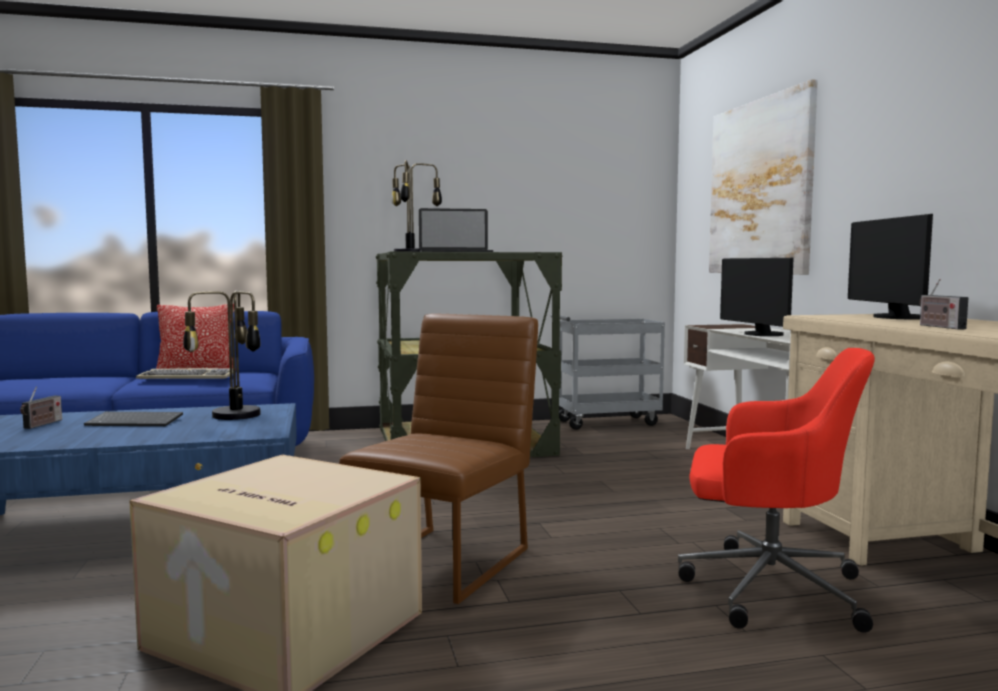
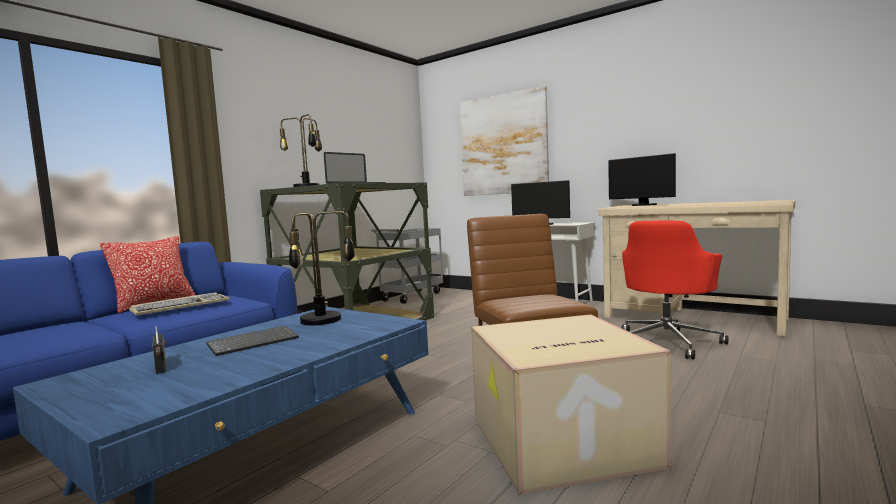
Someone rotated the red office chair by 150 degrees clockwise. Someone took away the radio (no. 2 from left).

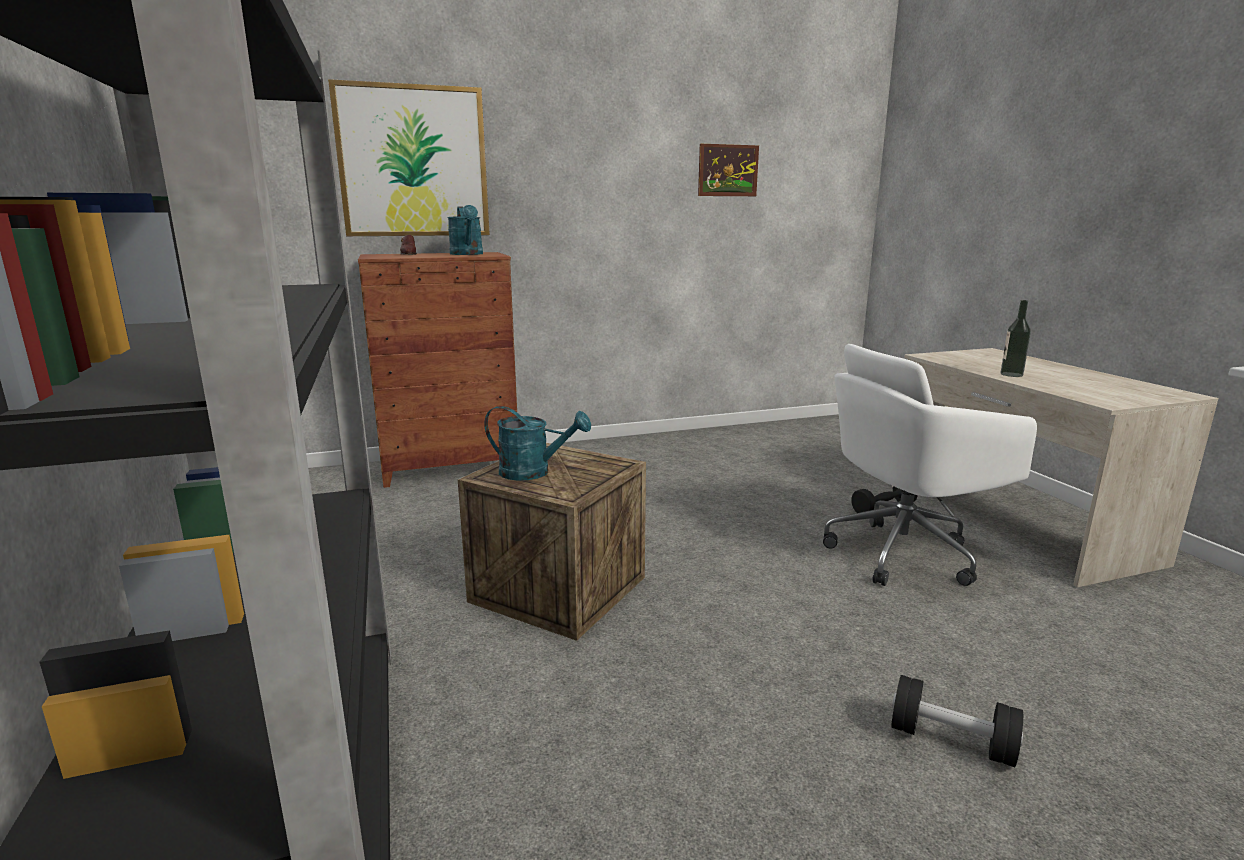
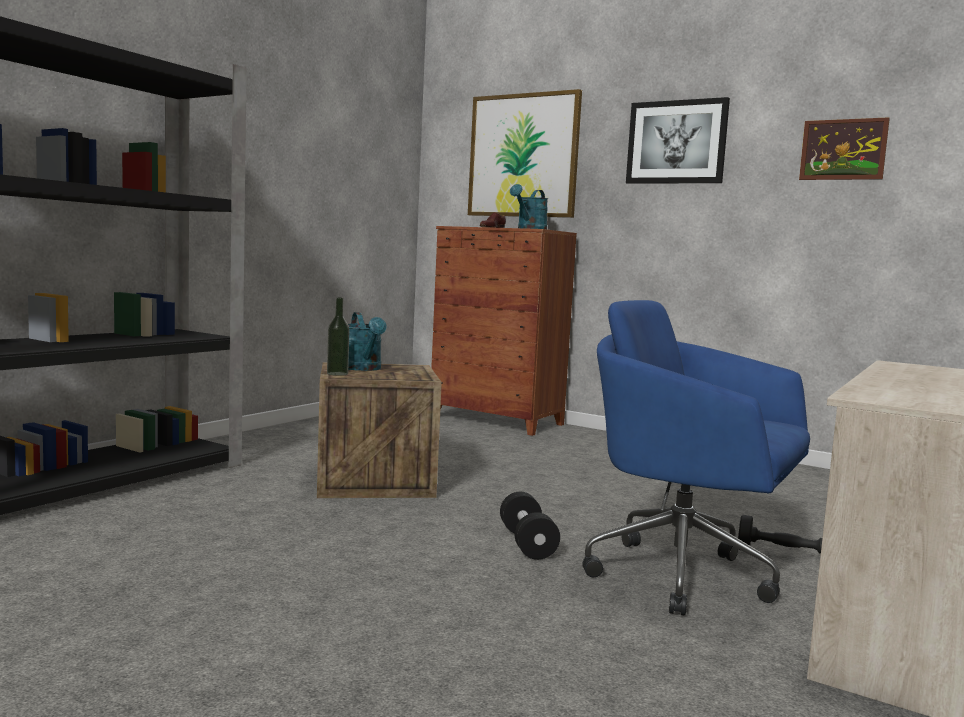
Someone repainted the white office chair, which became the blue office chair. Someone carried the black dumbbell (no. 2 from left in the first image). Someone carried the bottle. Someone put up the picture (no. 2 from left).

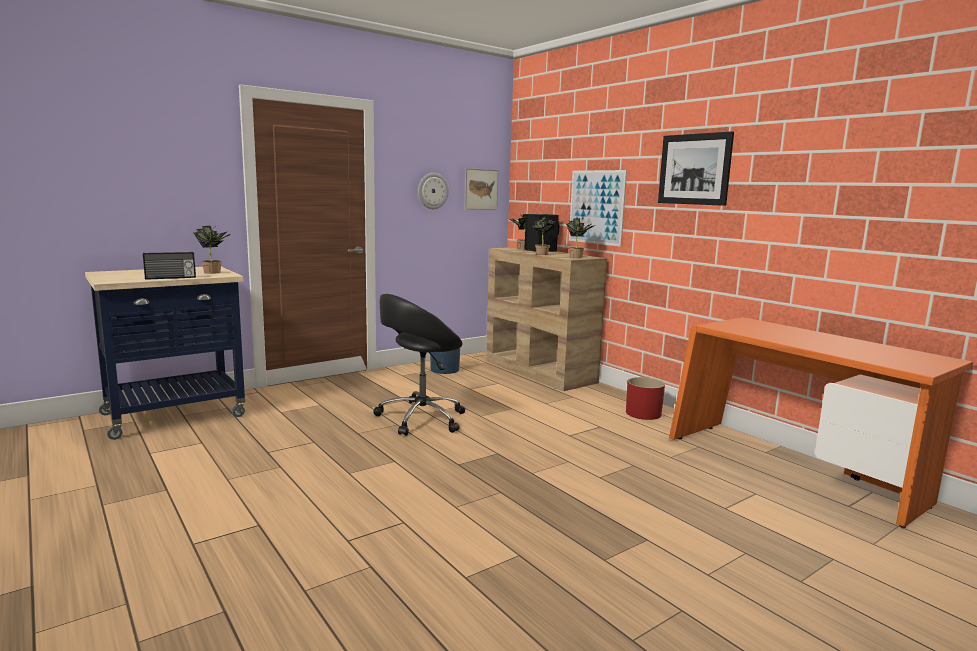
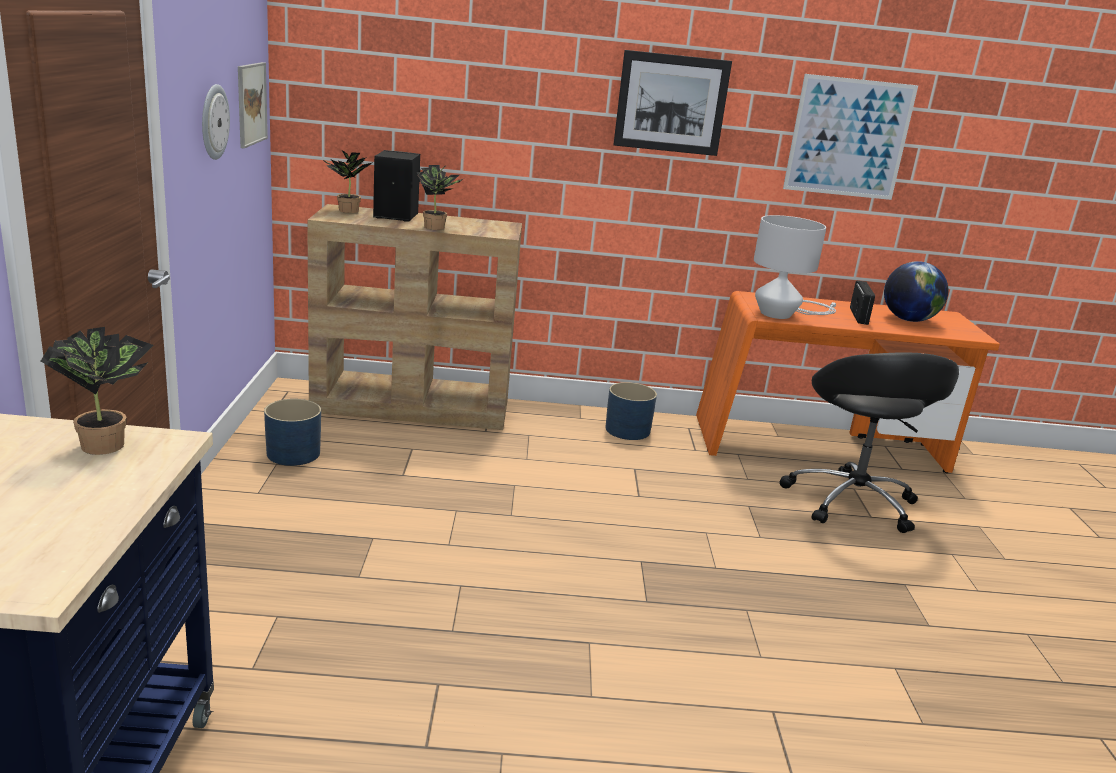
Someone carried the radio. Someone carried the black office chair. Someone took away the potted plant (no. 4 from left). Someone carried the picture (no. 2 from left in the first image). Someone repainted the red planter, which became the blue planter (no. 2 from left). Someone put down the white table lamp. Someone put down the globe.

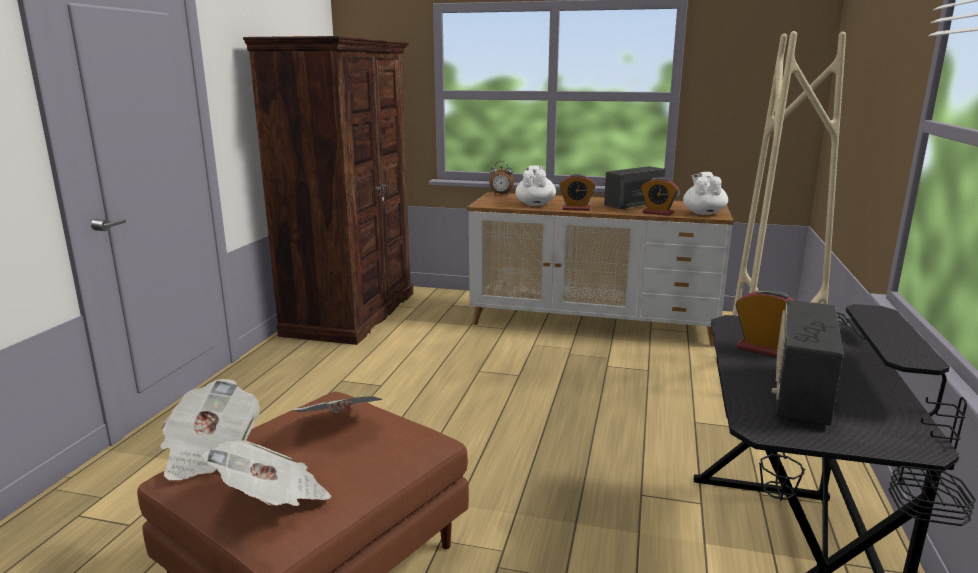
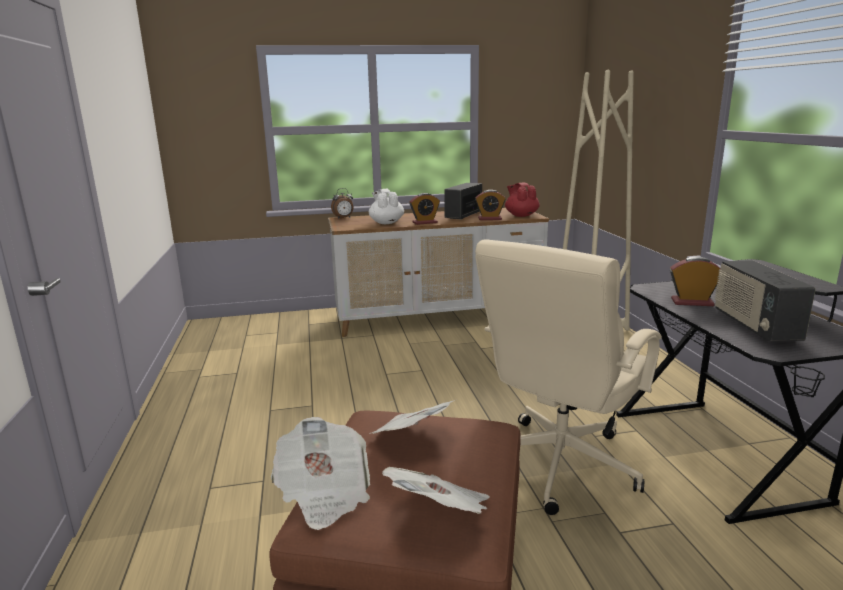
Someone took away the brown wardrobe. Someone repainted the white teapot (no. 2 from left), which became the red teapot. Someone put down the beige office chair.

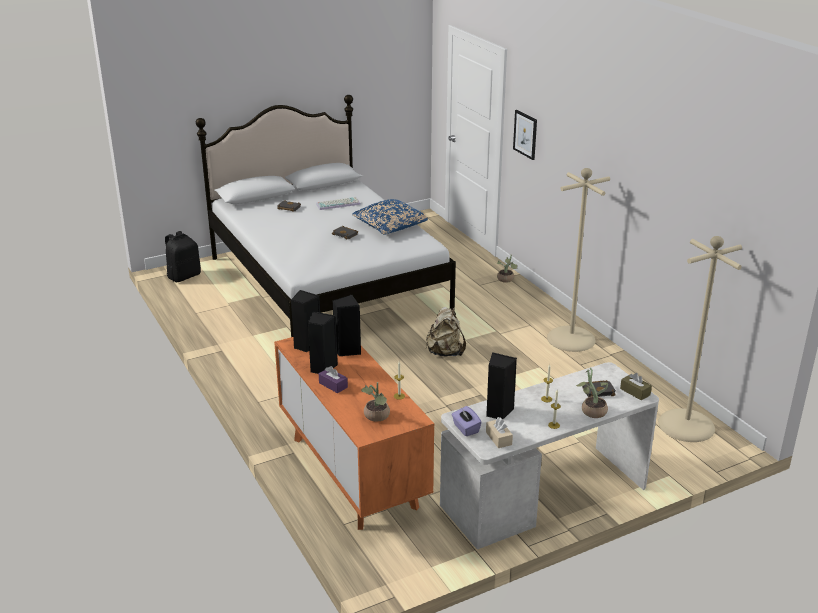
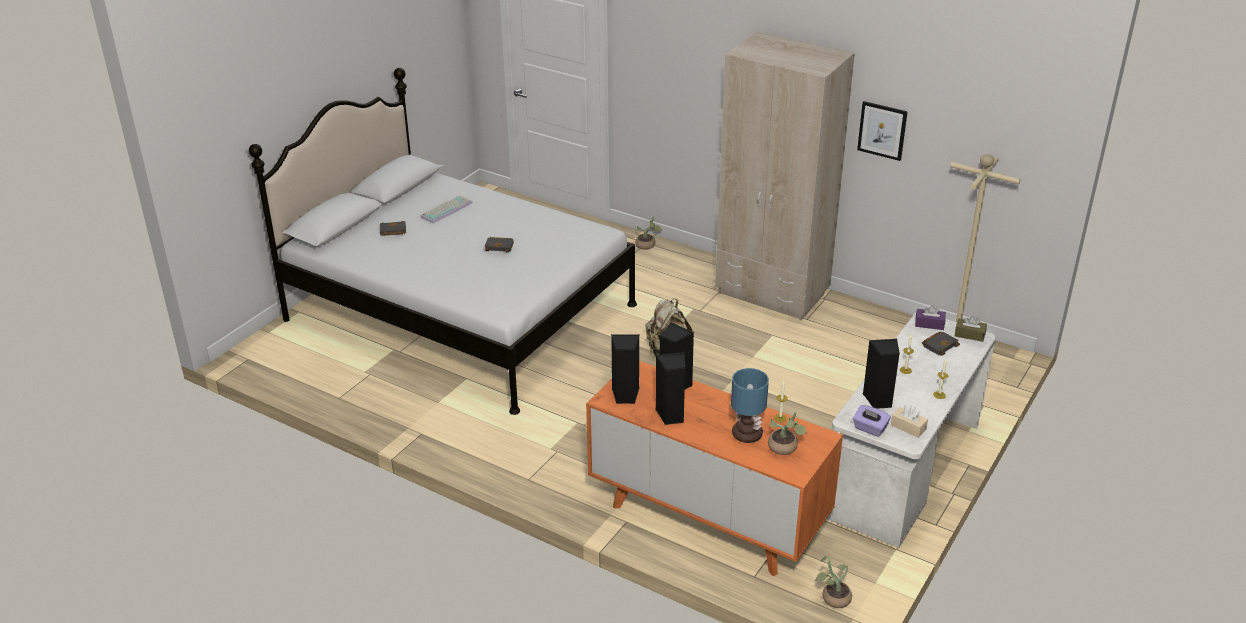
Someone took away the black backpack. Someone carried the purple tissue box (no. 1 from left in the first image). Someone took away the blue pillow. Someone carried the picture. Someone swapped the beige clothes rack (no. 1 from left) for the beige wardrobe. Someone carried the potted plant (no. 3 from left). Someone put down the table lamp.

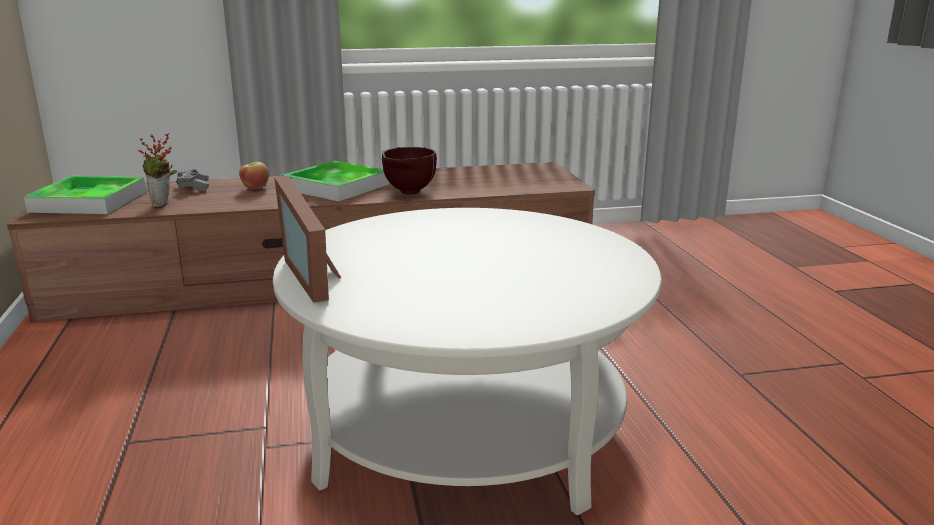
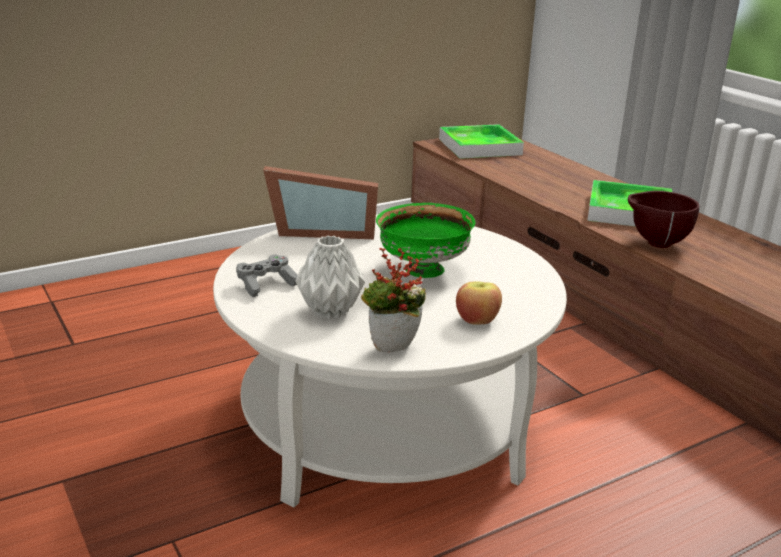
Someone carried the potted plant. Someone carried the grey game controller. Someone carried the apple. Someone rotated the picture frame by 135 degrees counterclockwise. Someone put down the grey vase. Someone put down the green bowl.

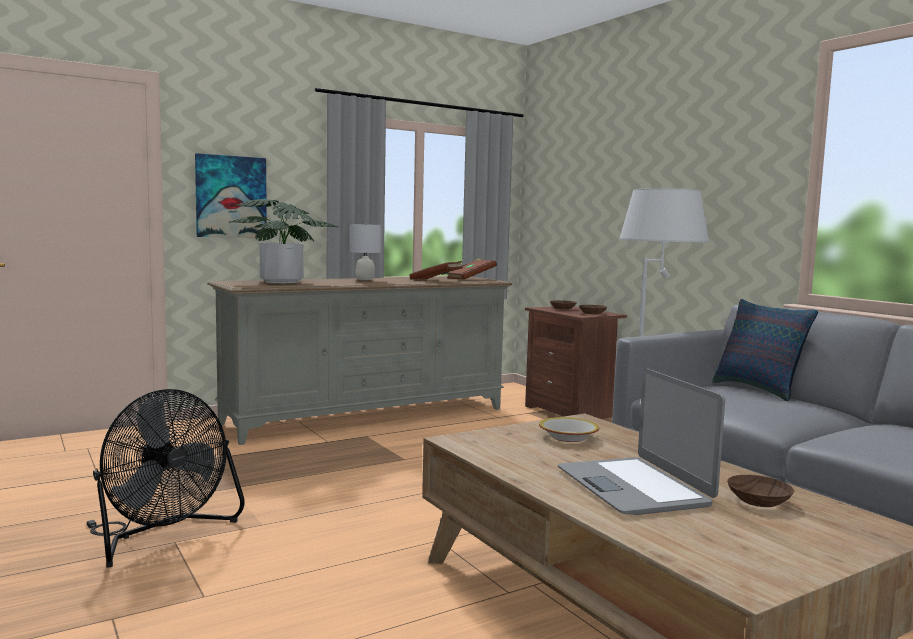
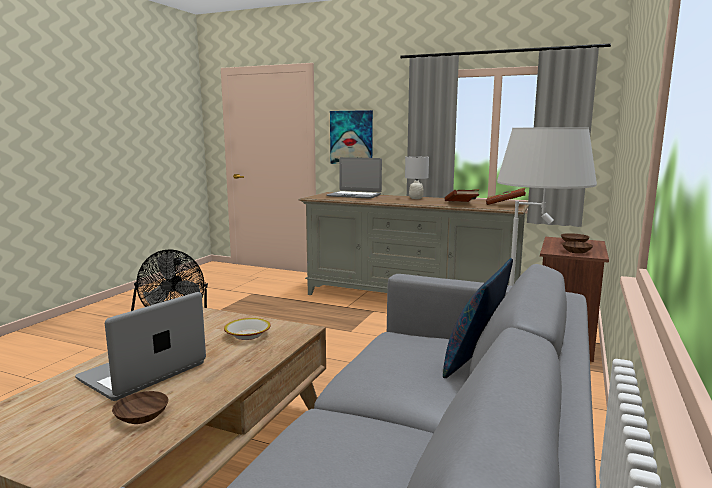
Someone swapped the potted plant for the laptop (no. 2 from left).

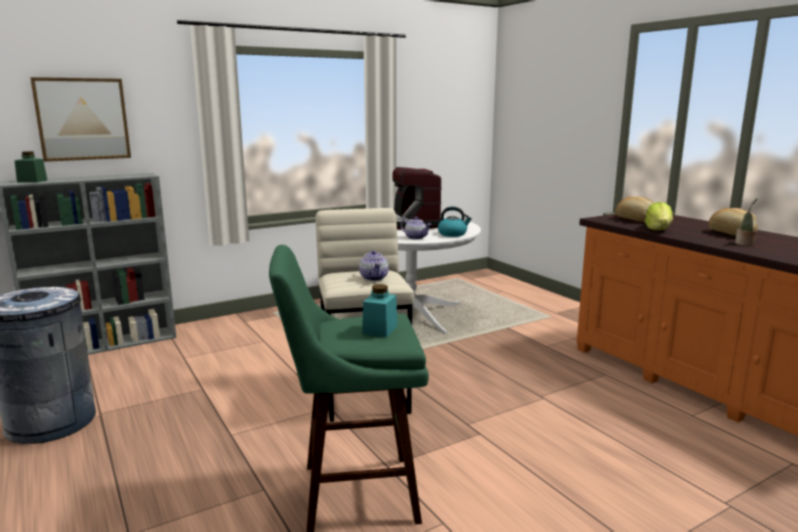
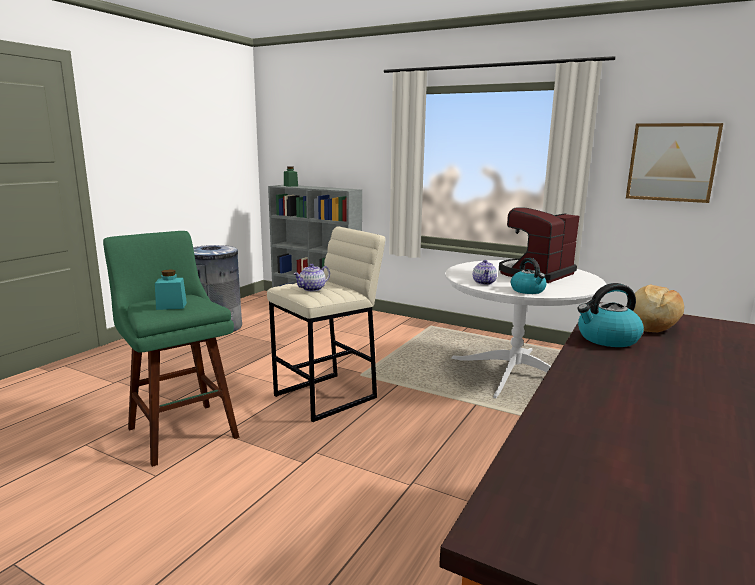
Someone carried the picture. Someone swapped the lettuce for the kettle (no. 2 from left). Someone took away the bread (no. 2 from left). Someone took away the potted plant.

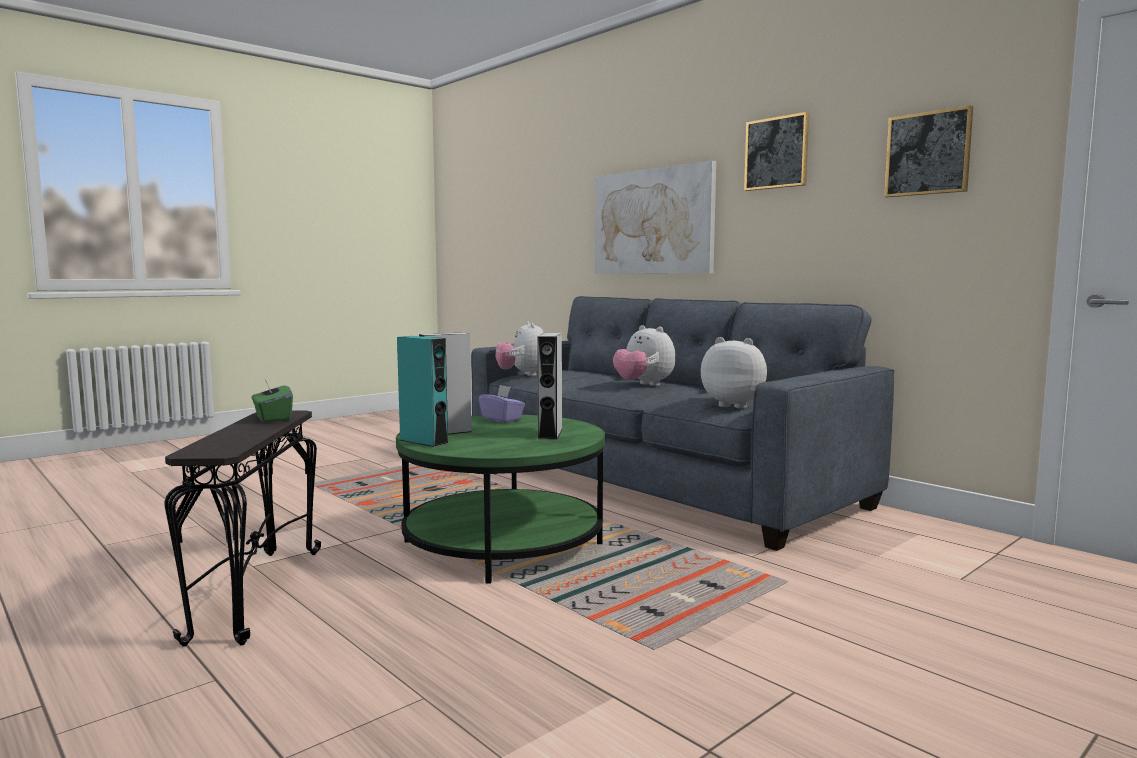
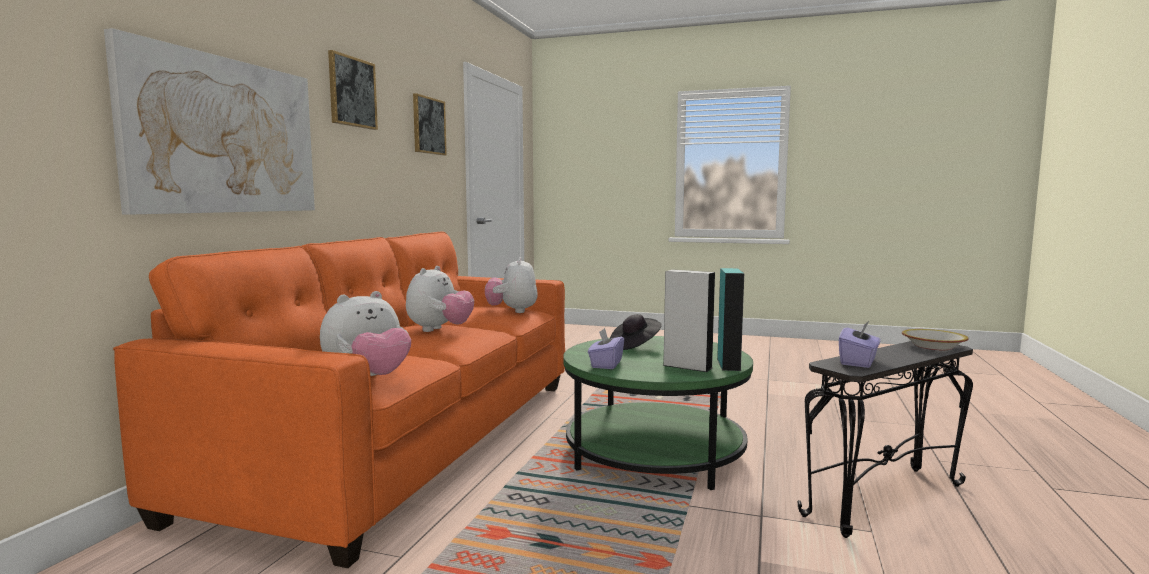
Someone repainted the green tissue box, which became the purple tissue box (no. 2 from left). Someone repainted the grey sofa, which became the orange sofa. Someone swapped the grey speaker (no. 2 from left) for the black hat. Someone put down the bowl.

